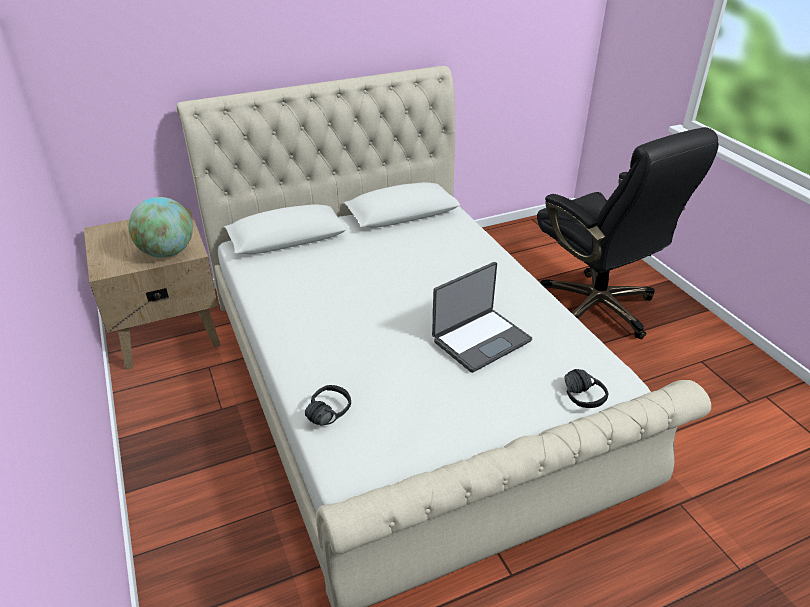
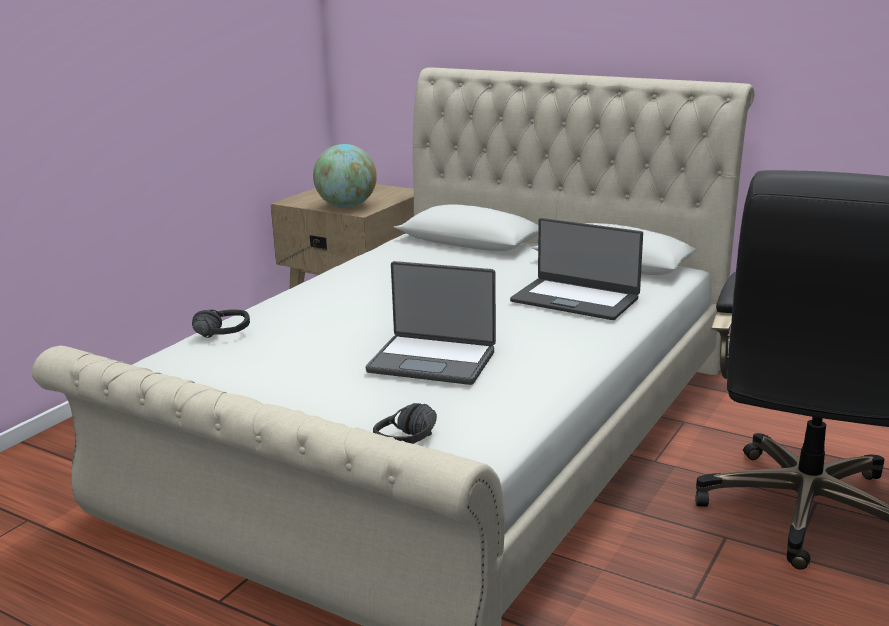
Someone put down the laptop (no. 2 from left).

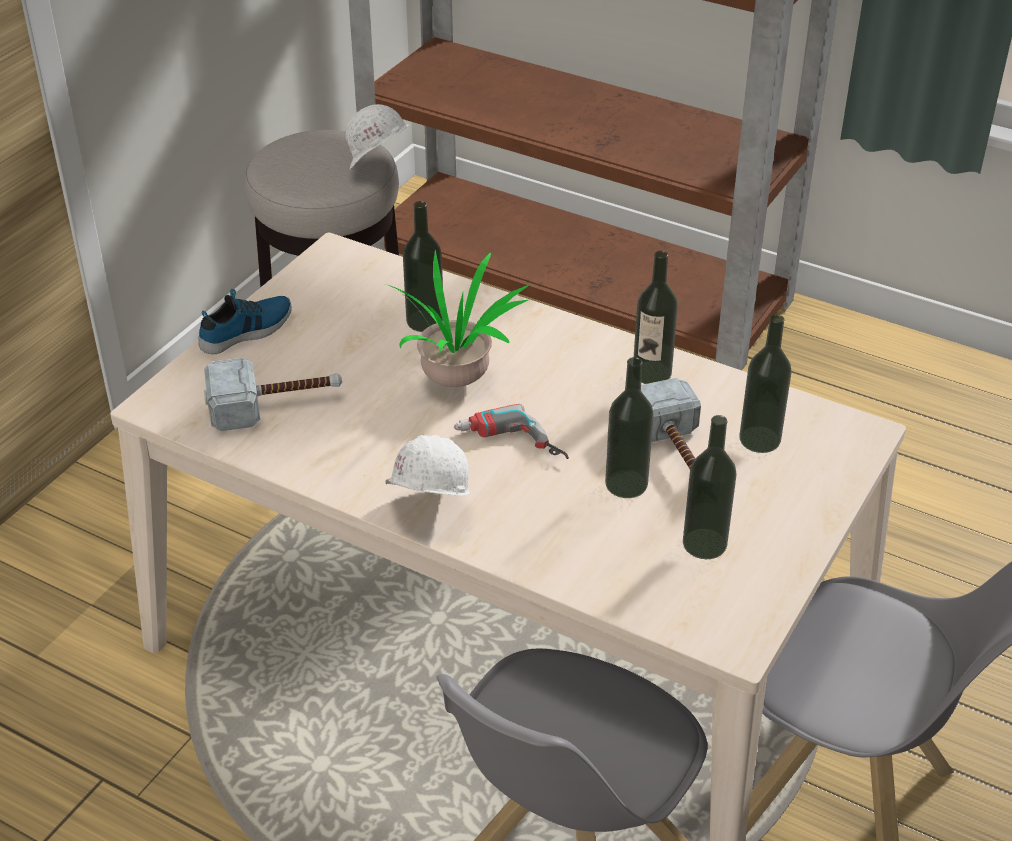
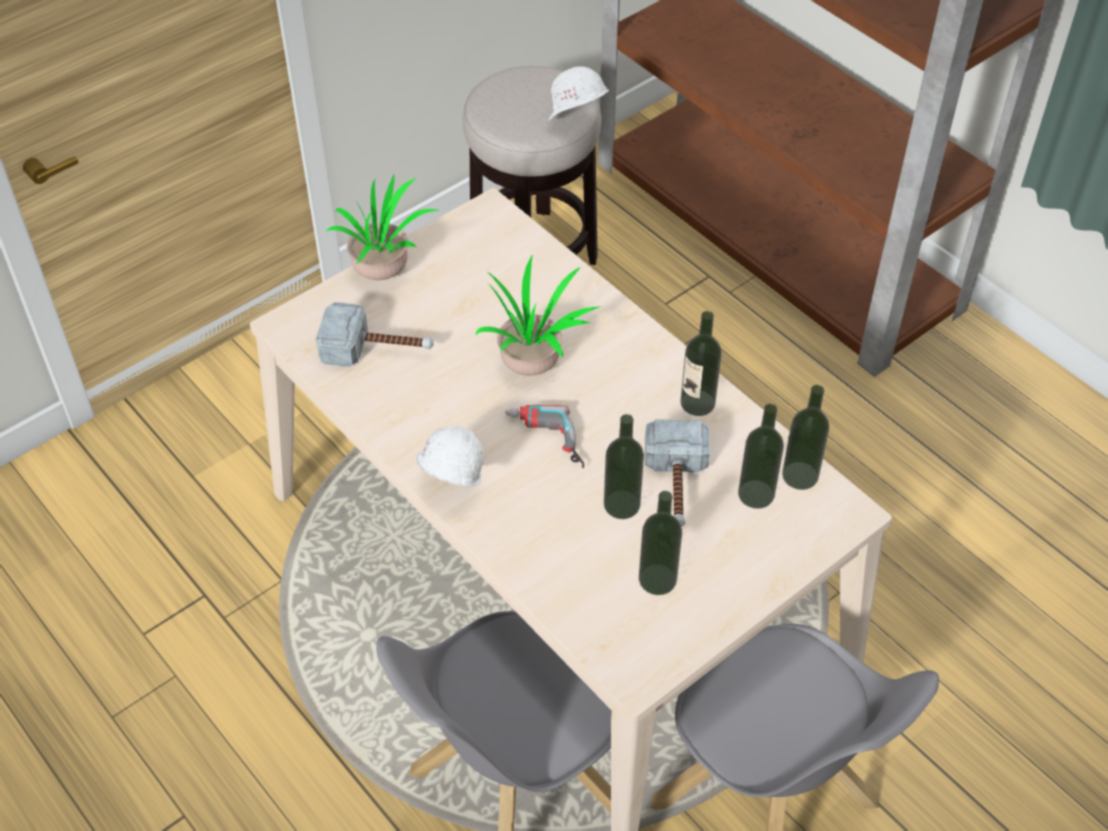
Someone swapped the shoe for the potted plant (no. 1 from left). Someone carried the bottle (no. 1 from left in the first image).

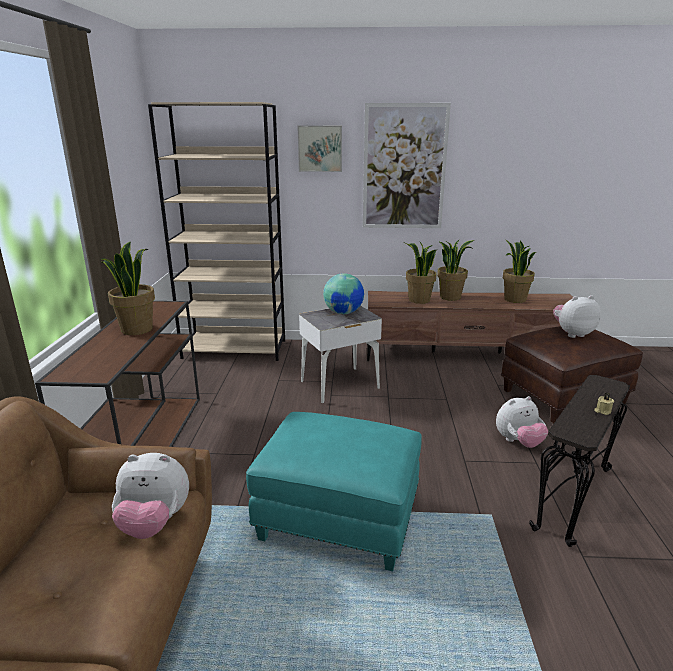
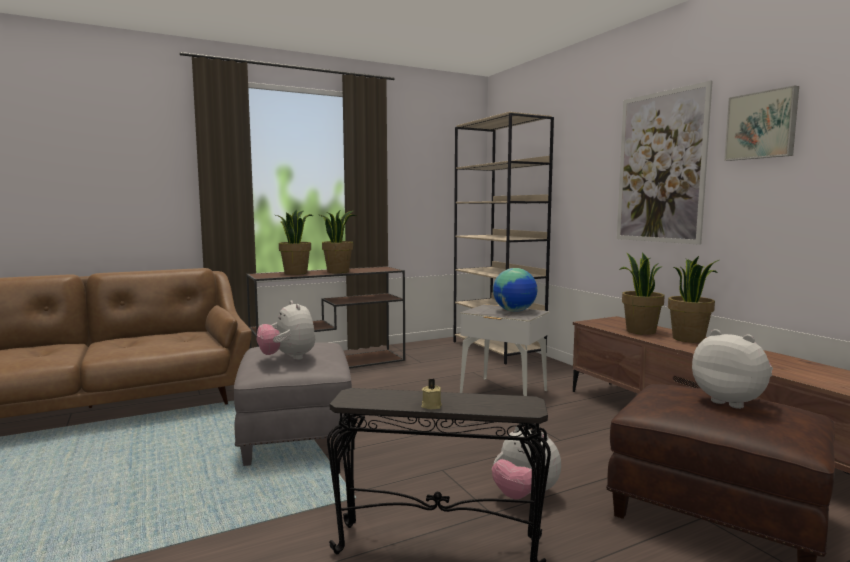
Someone carried the plush toy (no. 1 from left). Someone repainted the turquoise ottoman, which became the grey ottoman. Someone carried the picture (no. 1 from left in the first image). Someone carried the potted plant (no. 4 from left in the first image).

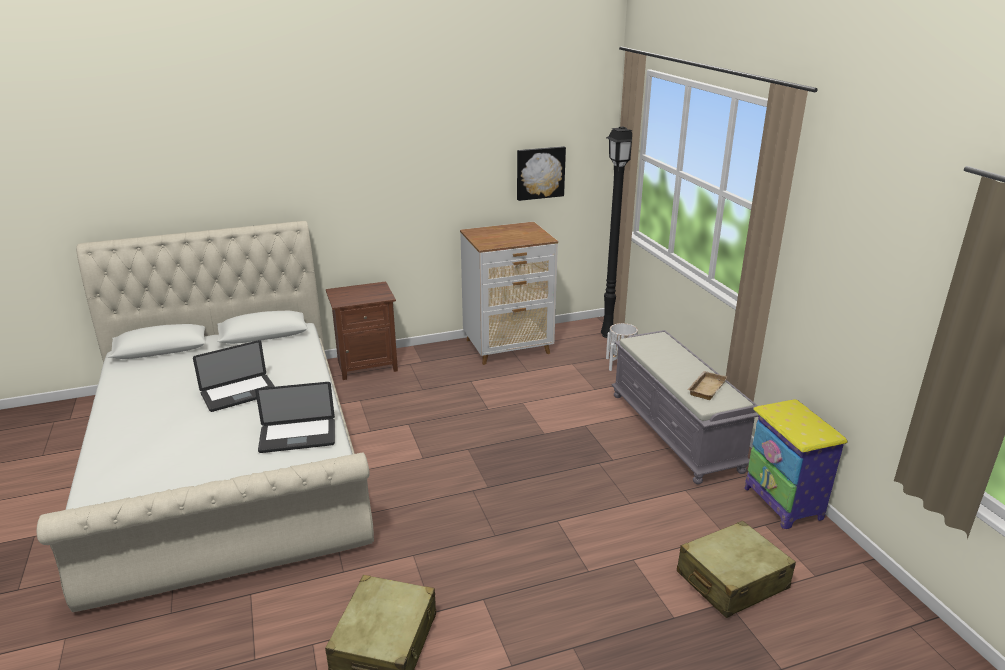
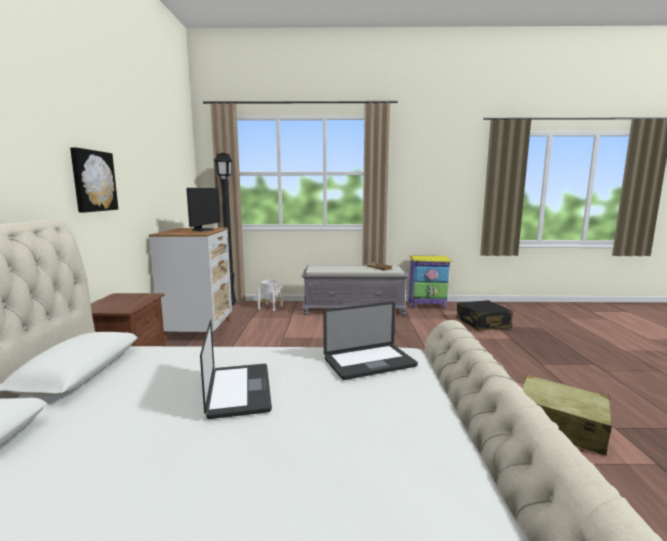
Someone rotated the laptop (no. 2 from left) by 60 degrees clockwise. Someone carried the picture. Someone repainted the beige suitcase (no. 2 from left), which became the black suitcase. Someone put down the monitor.

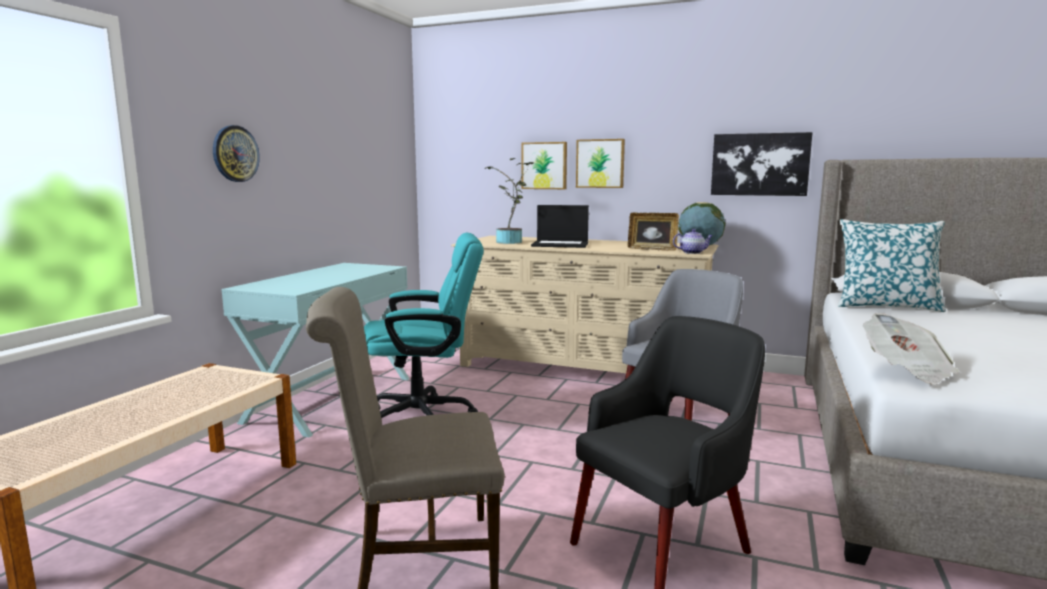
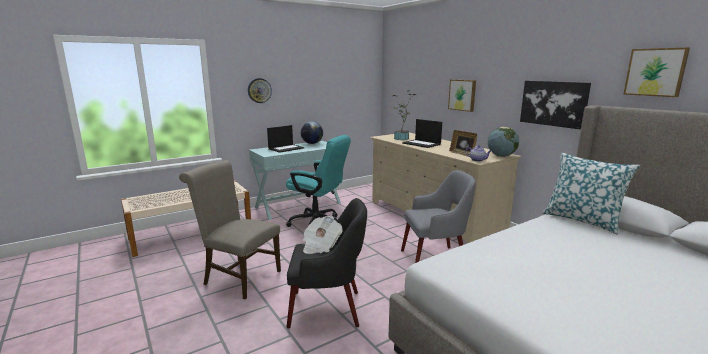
Someone carried the picture (no. 1 from left in the first image). Someone carried the newspaper. Someone put down the laptop (no. 1 from left). Someone put down the globe (no. 1 from left).

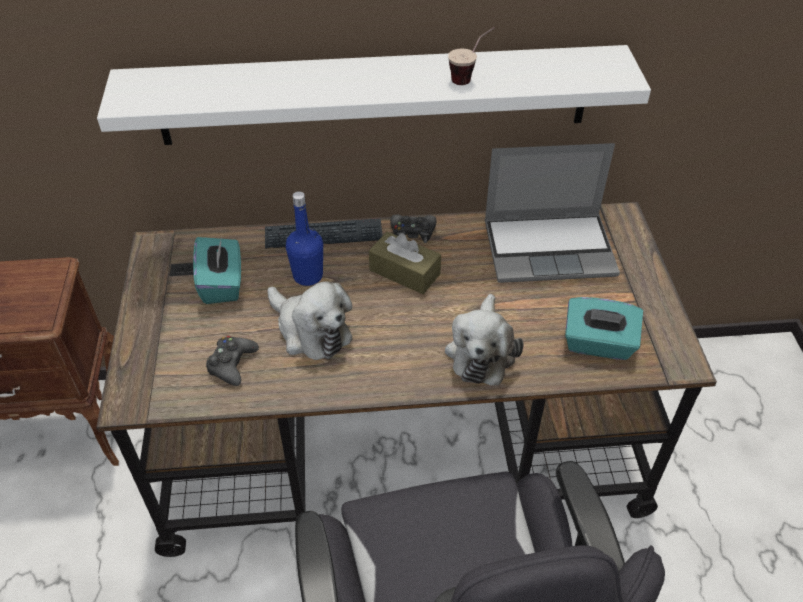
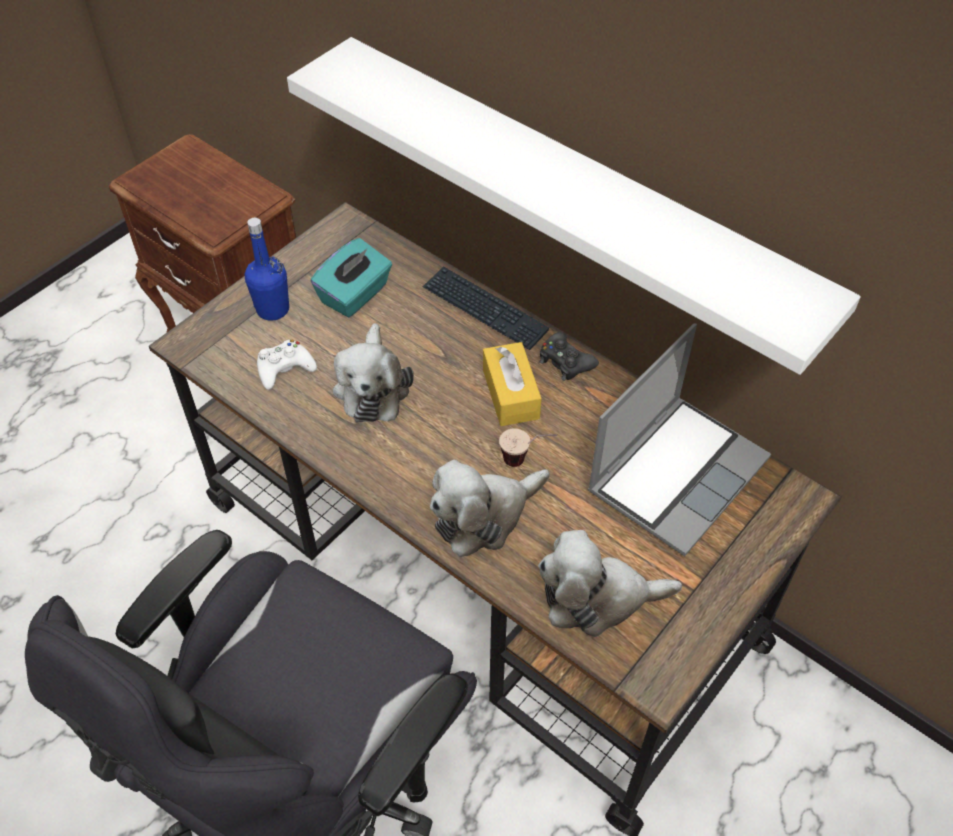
Someone repainted the black game controller (no. 1 from left), which became the white game controller. Someone carried the blue bottle. Someone repainted the brown tissue box, which became the yellow tissue box. Someone carried the cup. Someone rotated the laptop by 90 degrees counterclockwise. Someone swapped the turquoise tissue box (no. 2 from left) for the plush toy (no. 3 from left).

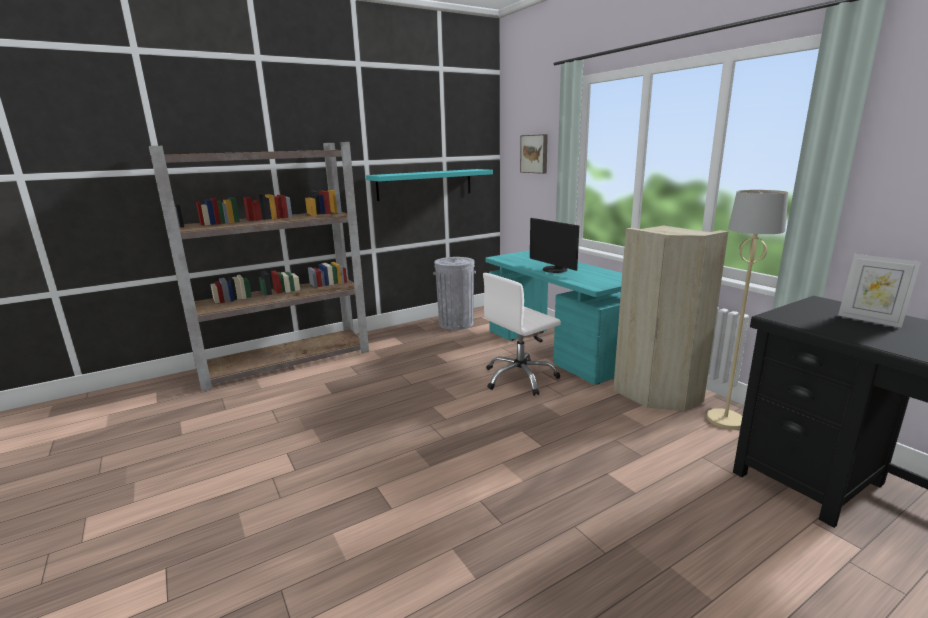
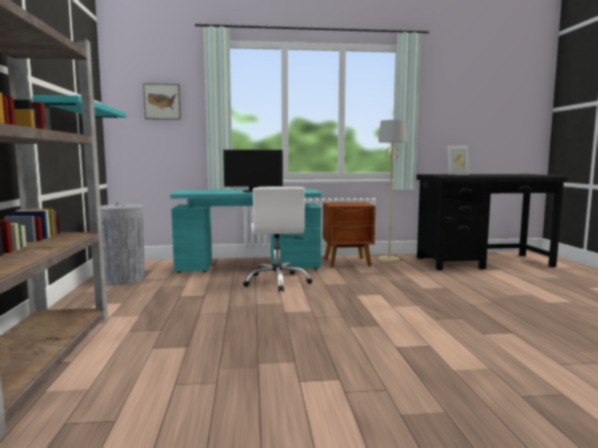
Someone swapped the beige cabinet for the brown nightstand.

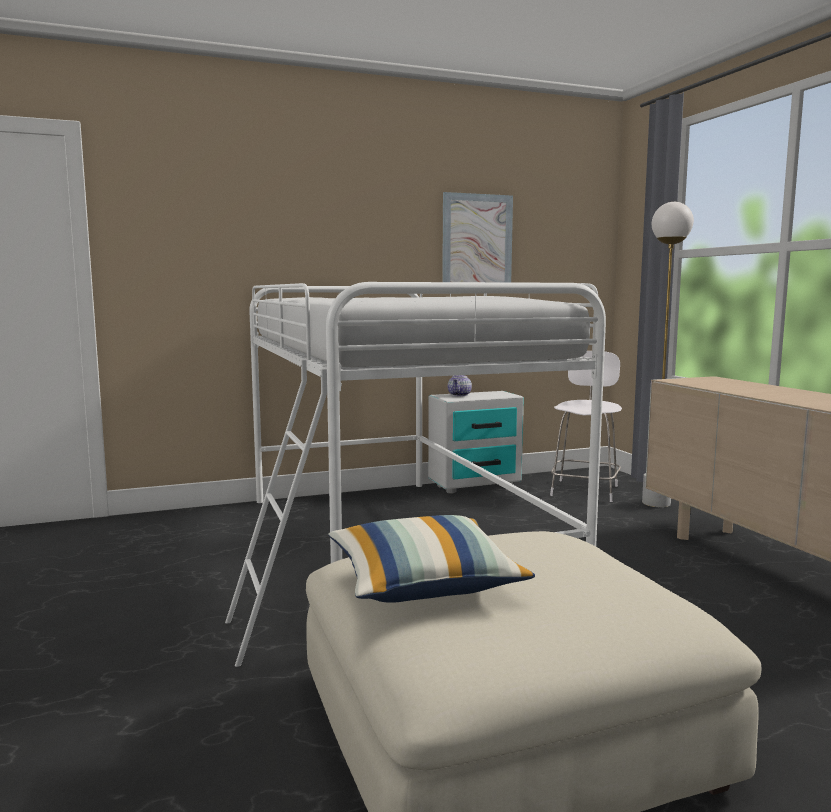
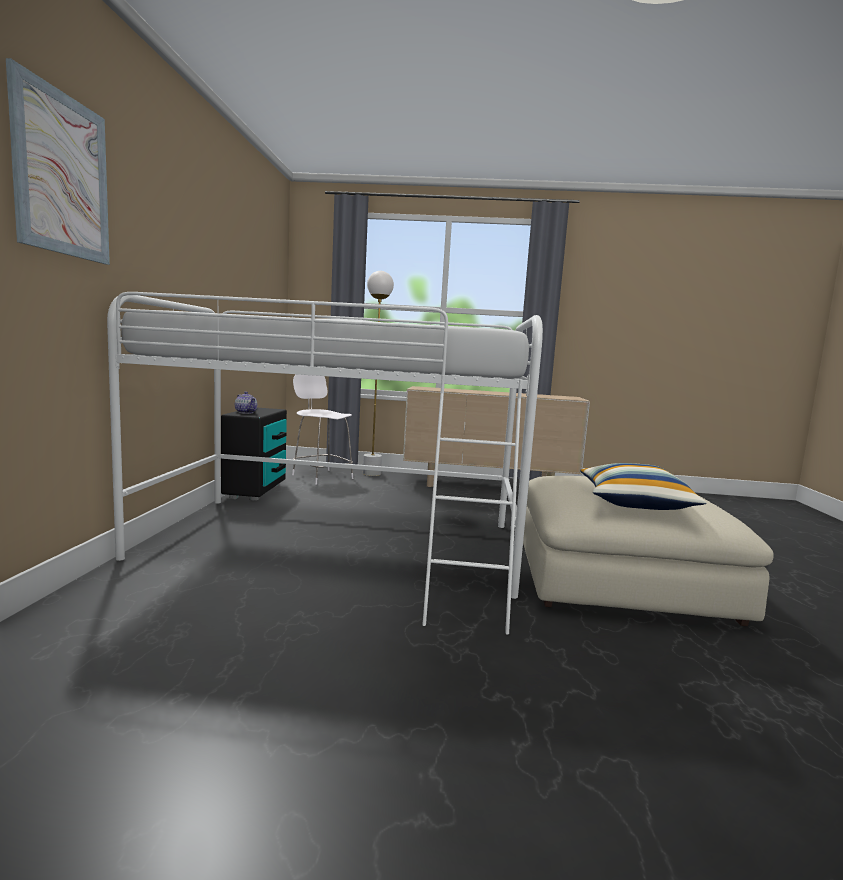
Someone repainted the white nightstand, which became the black nightstand. Someone carried the picture.

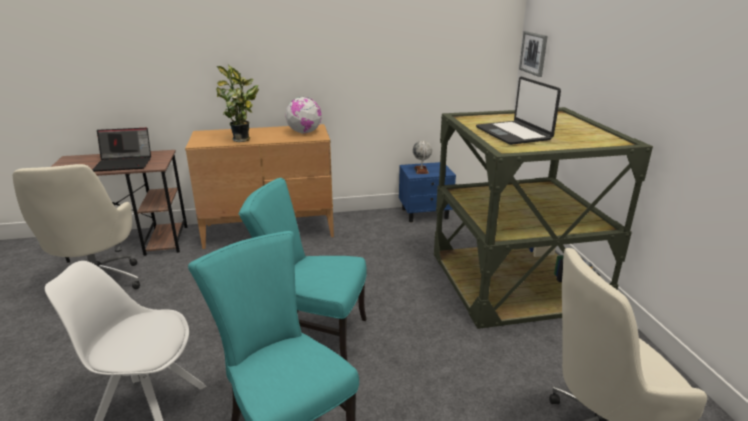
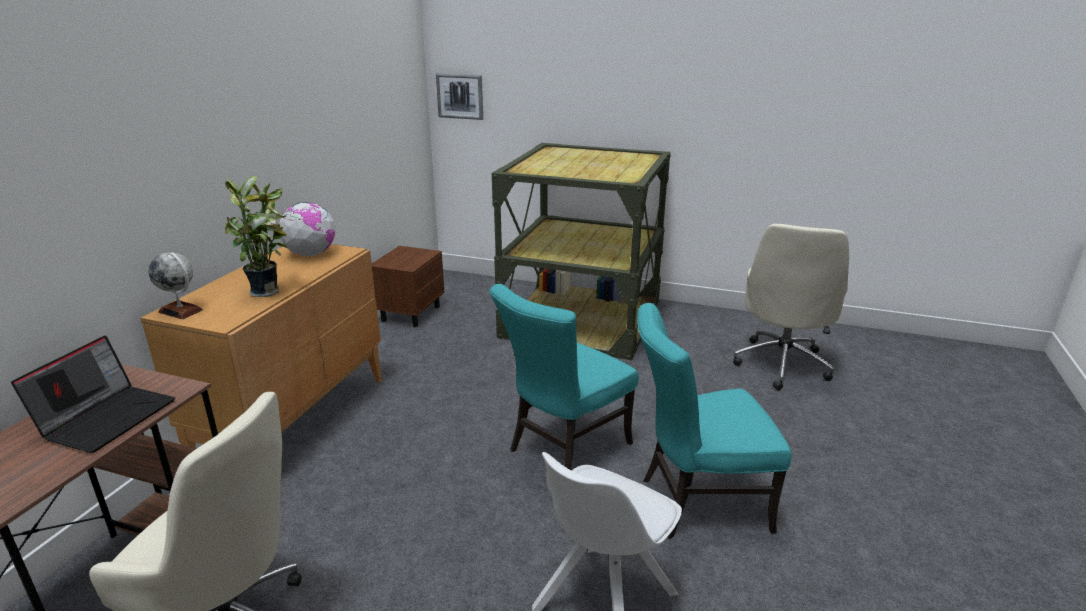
Someone repainted the blue nightstand, which became the brown nightstand. Someone carried the globe (no. 2 from left in the first image). Someone took away the laptop (no. 2 from left).

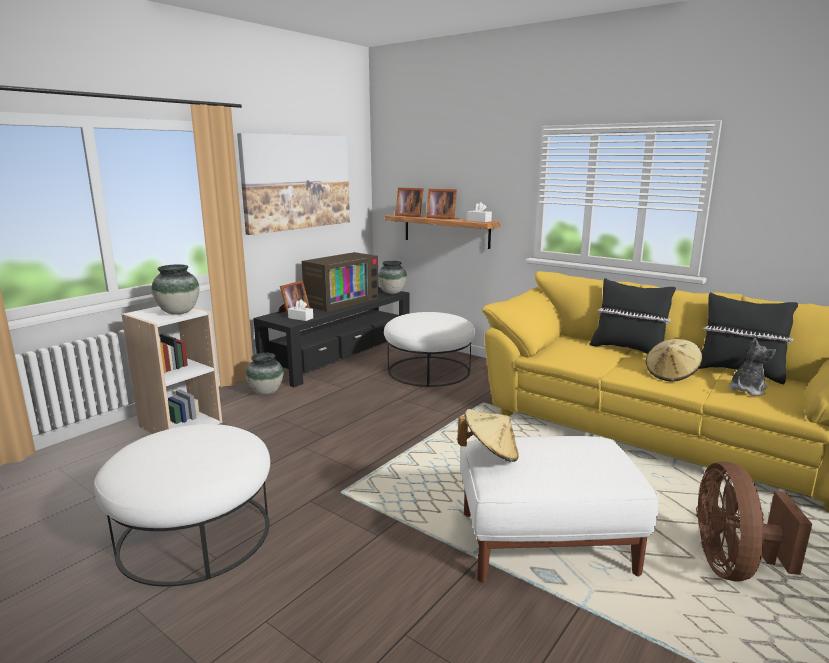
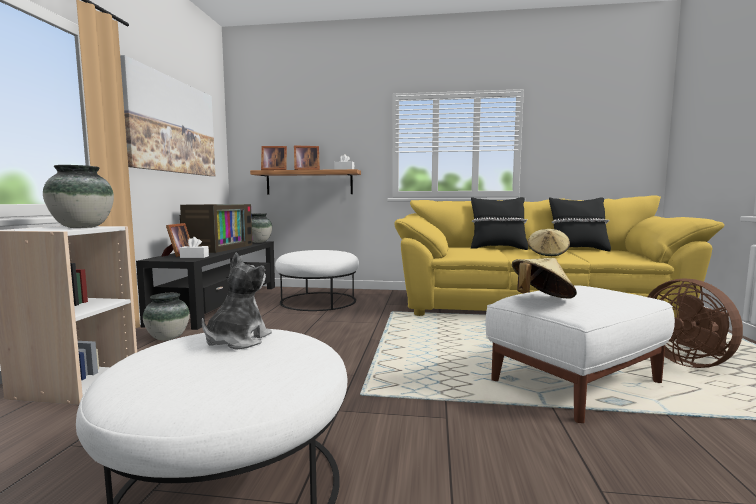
Someone carried the plush toy.

